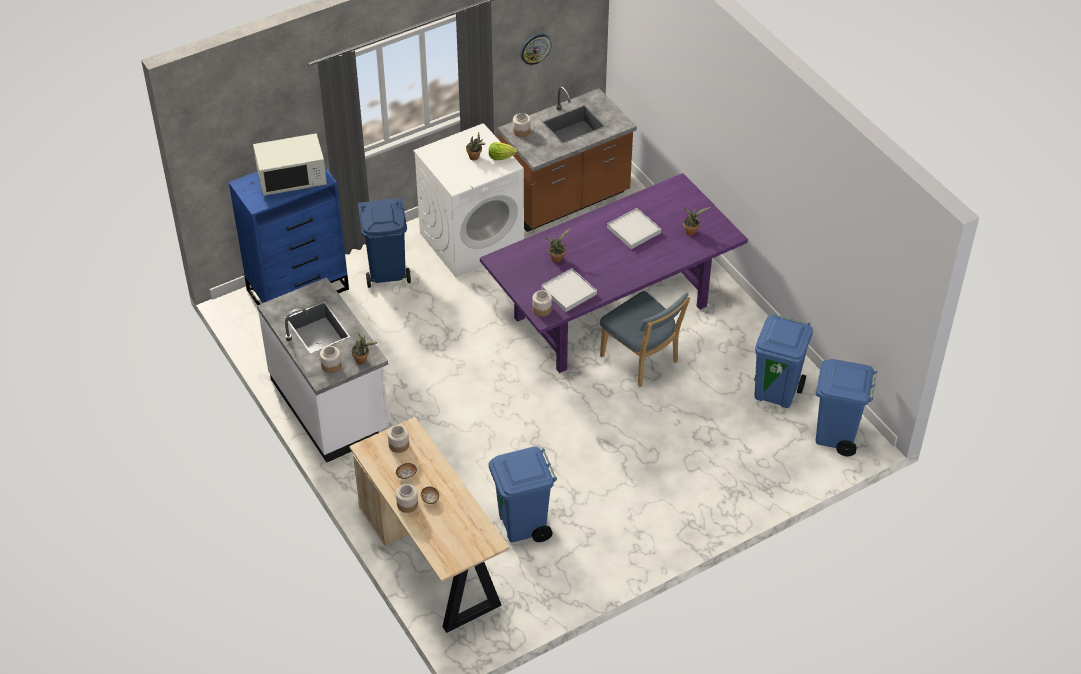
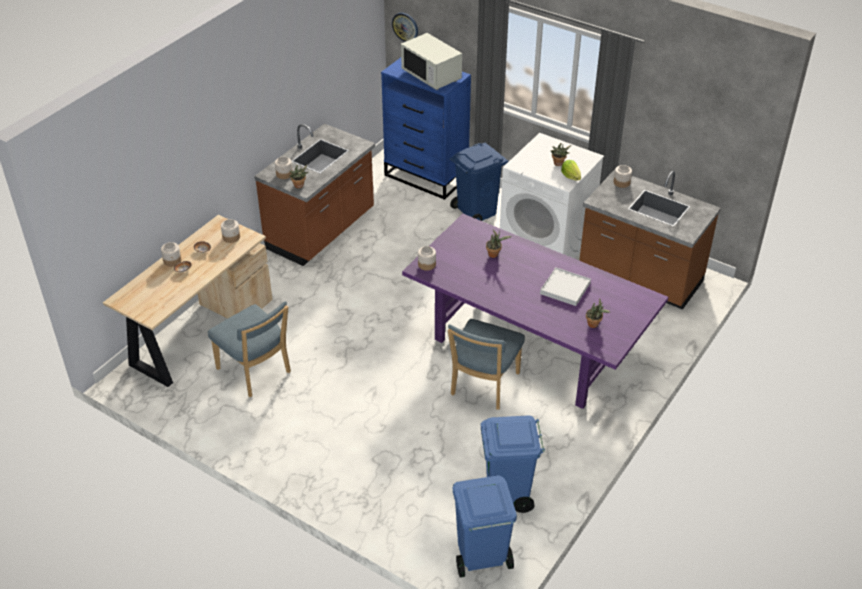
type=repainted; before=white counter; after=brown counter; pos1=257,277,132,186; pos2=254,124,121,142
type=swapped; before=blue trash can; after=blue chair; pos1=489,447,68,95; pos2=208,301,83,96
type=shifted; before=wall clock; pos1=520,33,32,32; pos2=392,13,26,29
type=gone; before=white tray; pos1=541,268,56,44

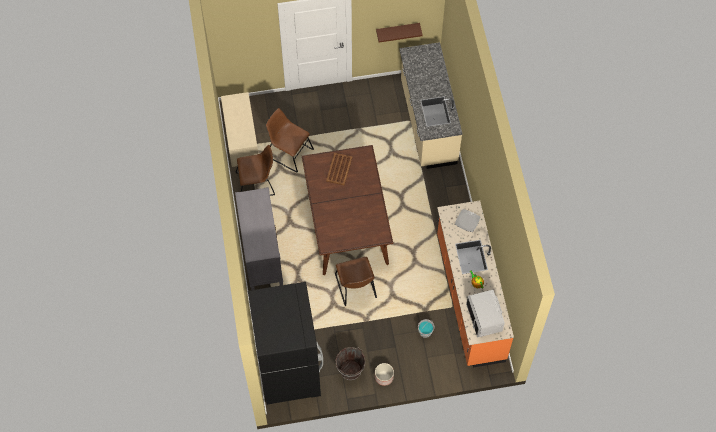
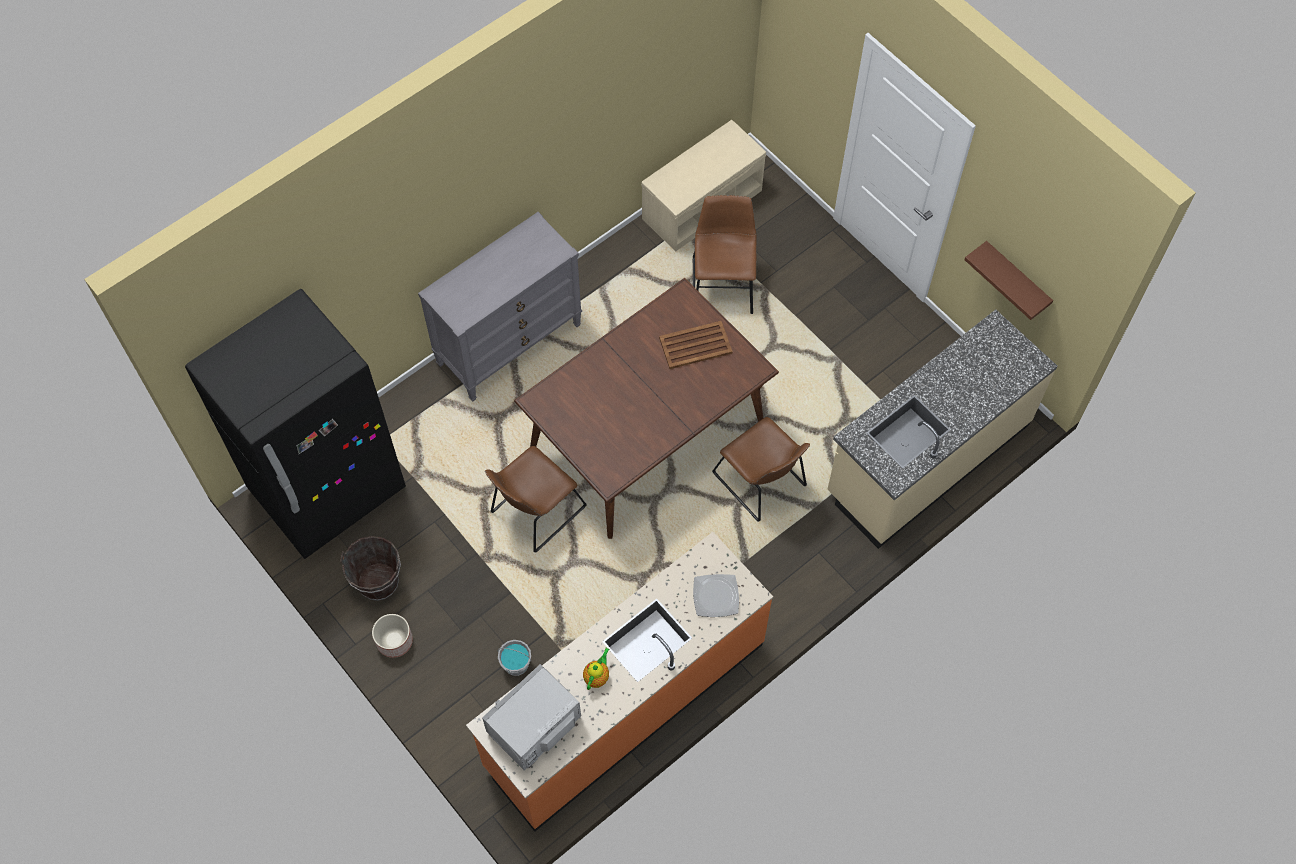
type=shifted; before=brown chair; pos1=235,145,40,51; pos2=712,417,98,105

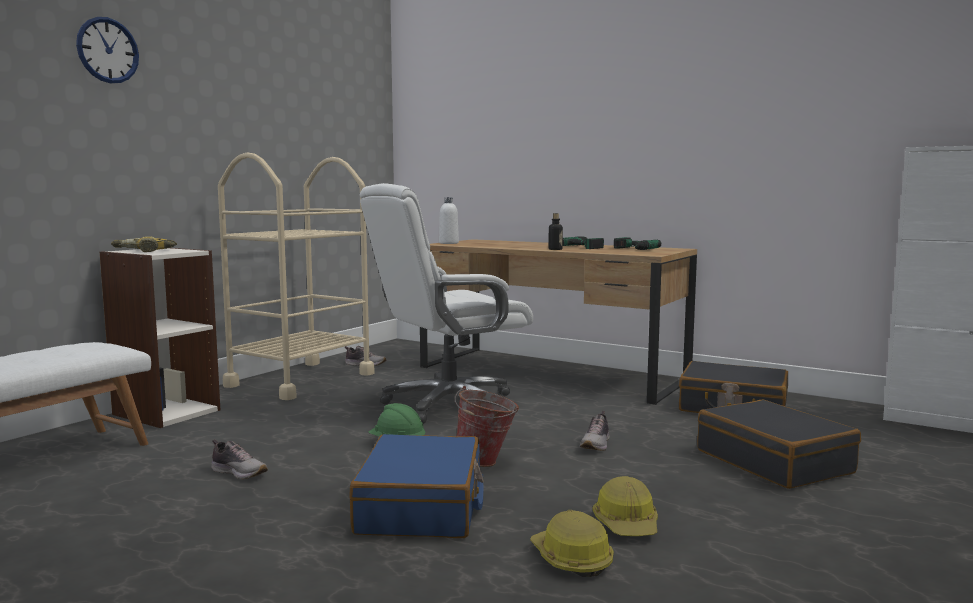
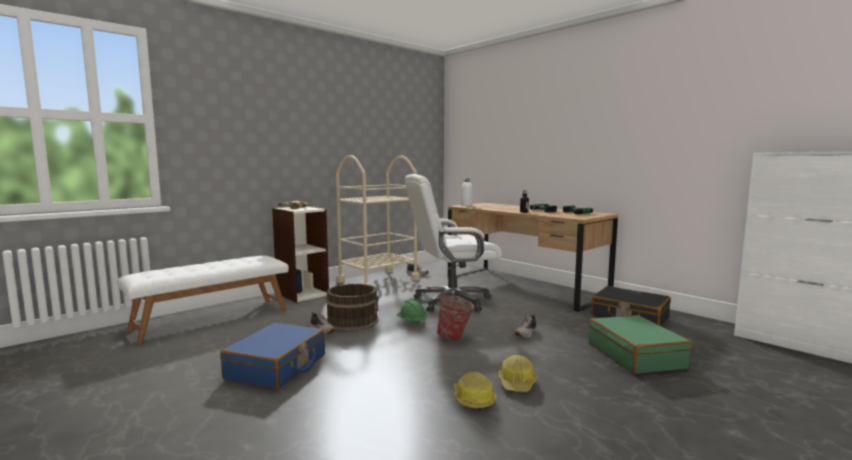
type=gone; before=wall clock; pos1=76,17,63,66
type=shifted; before=blue suitcase; pos1=350,434,134,104; pos2=220,323,105,67
type=repainted; before=black suitcase; after=green suitcase; pos1=697,400,164,89; pos2=589,315,103,59
type=new; after=brown bucket; pos2=326,284,53,47

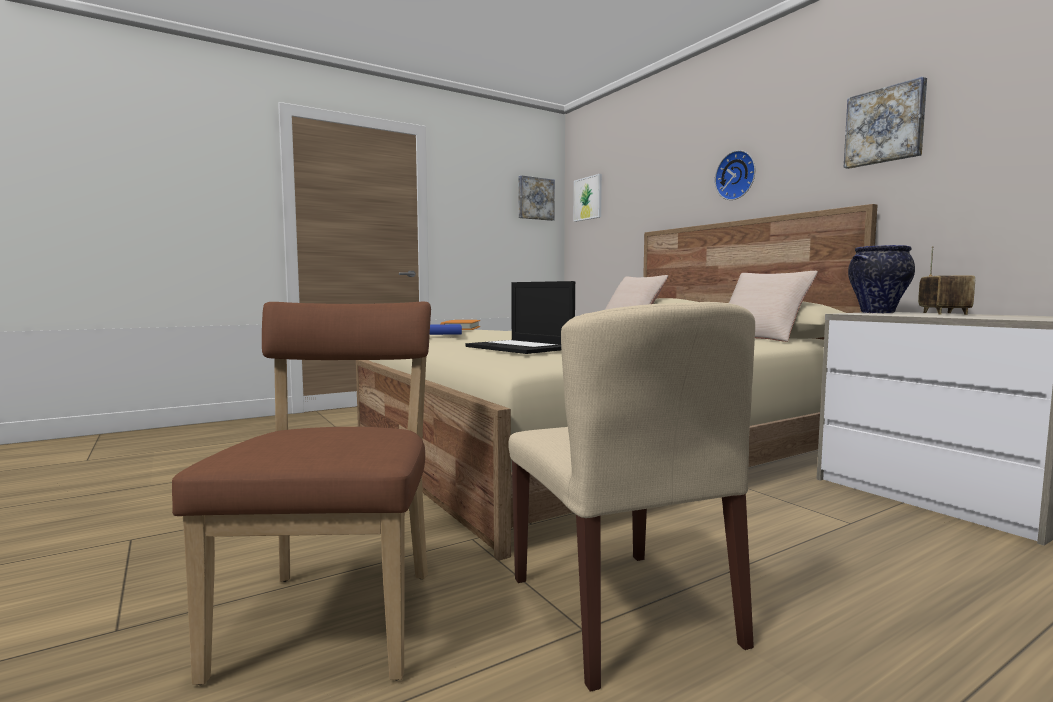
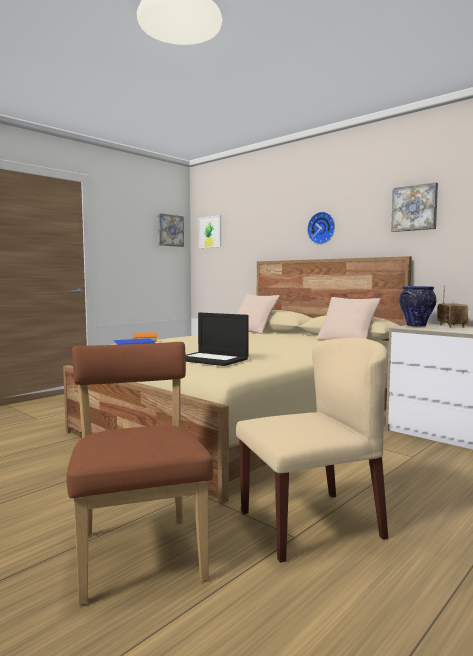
type=rotated; before=beige chair; pos1=508,302,247,390; pos2=236,338,152,225; turn=-75

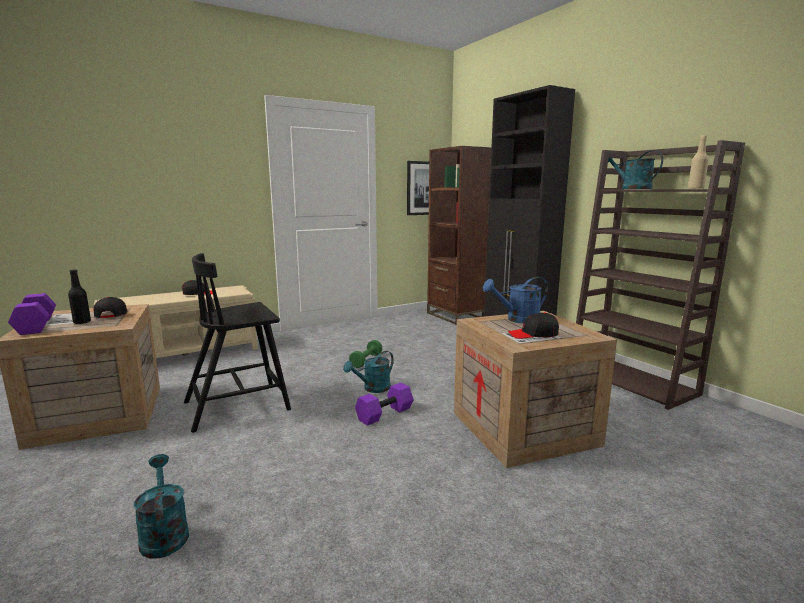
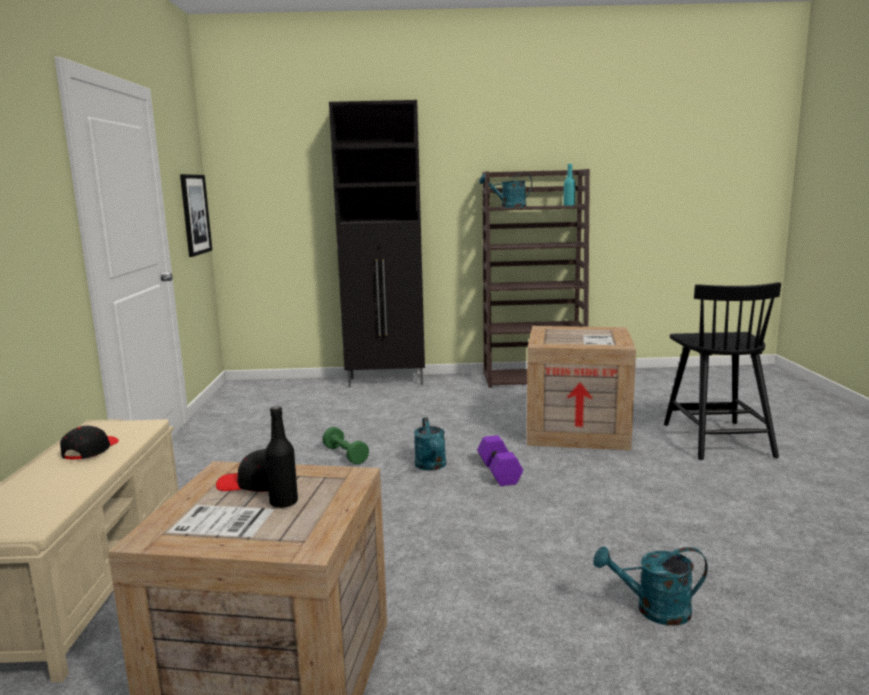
type=gone; before=purple dumbbell; pos1=8,293,48,42
type=shifted; before=black chair; pos1=184,253,107,180; pos2=664,282,117,178
type=gone; before=brown bookcase; pos1=427,146,64,179
type=gone; before=blue watering can; pos1=483,277,65,47
type=gone; before=black cap; pos1=508,312,51,27
type=repainted; before=beige bottle; after=turquoise bottle; pos1=688,135,21,54; pos2=563,164,12,42

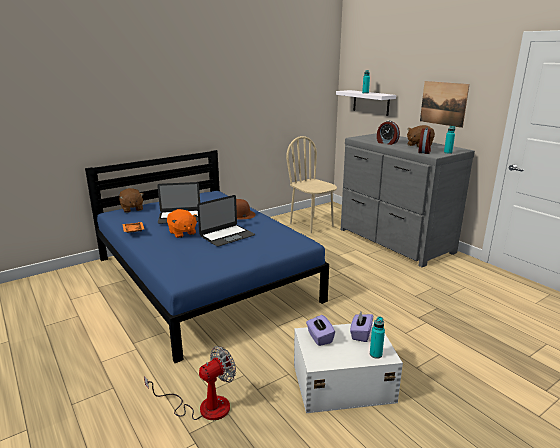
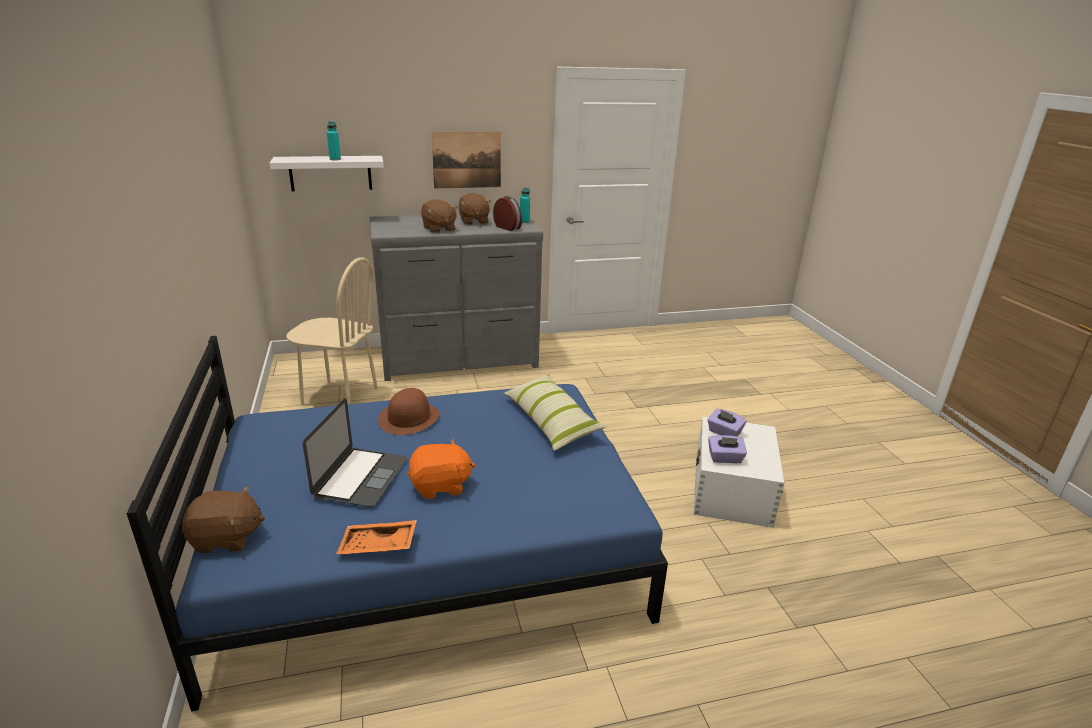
type=gone; before=fan; pos1=144,346,92,74
type=gone; before=laptop; pos1=197,195,58,52
type=rotated; before=beige chair; pos1=286,136,51,97; pos2=286,257,92,148; turn=-150
type=gone; before=turquoise bottle; pos1=370,317,15,42
type=swapped; before=alarm clock; after=brown plush toy; pos1=377,121,23,24; pos2=421,199,37,34
type=new; after=pillow; pos2=503,375,103,76

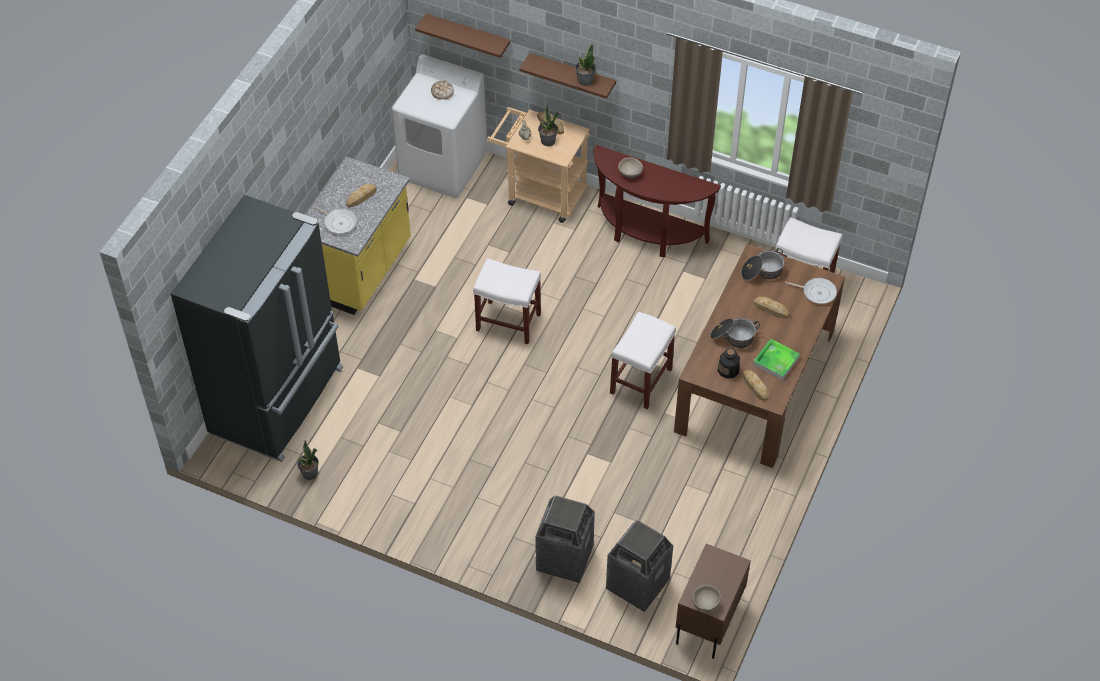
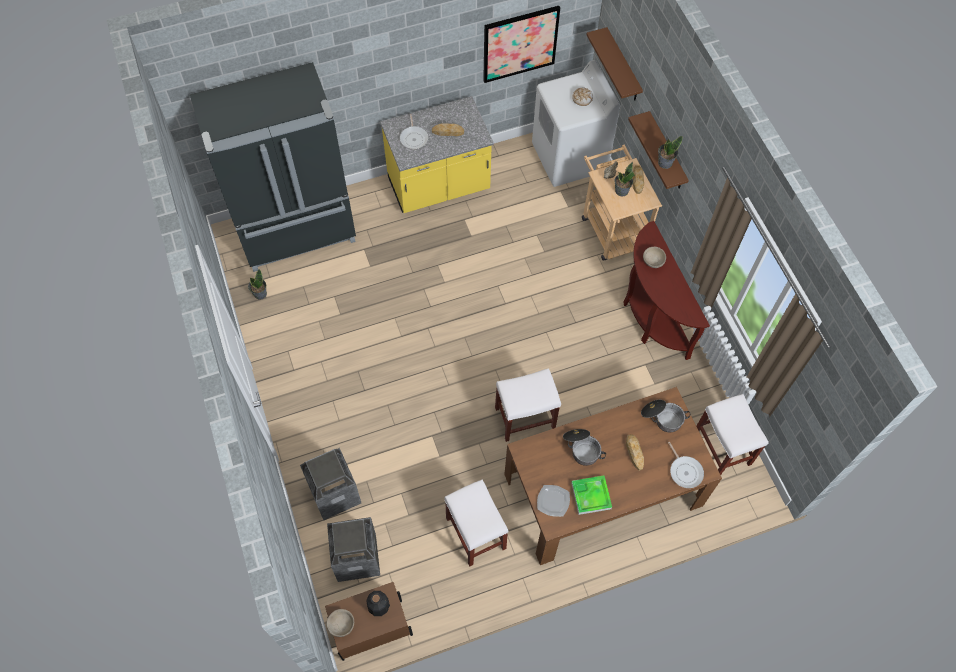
type=shifted; before=white stool; pos1=473,258,68,86; pos2=444,480,65,87
type=shifted; before=bottle; pos1=718,349,22,30; pos2=366,591,24,25
type=swapped; before=bread; after=plate; pos1=743,370,25,31; pos2=537,485,33,32
type=new; after=picture; pos2=483,6,77,77

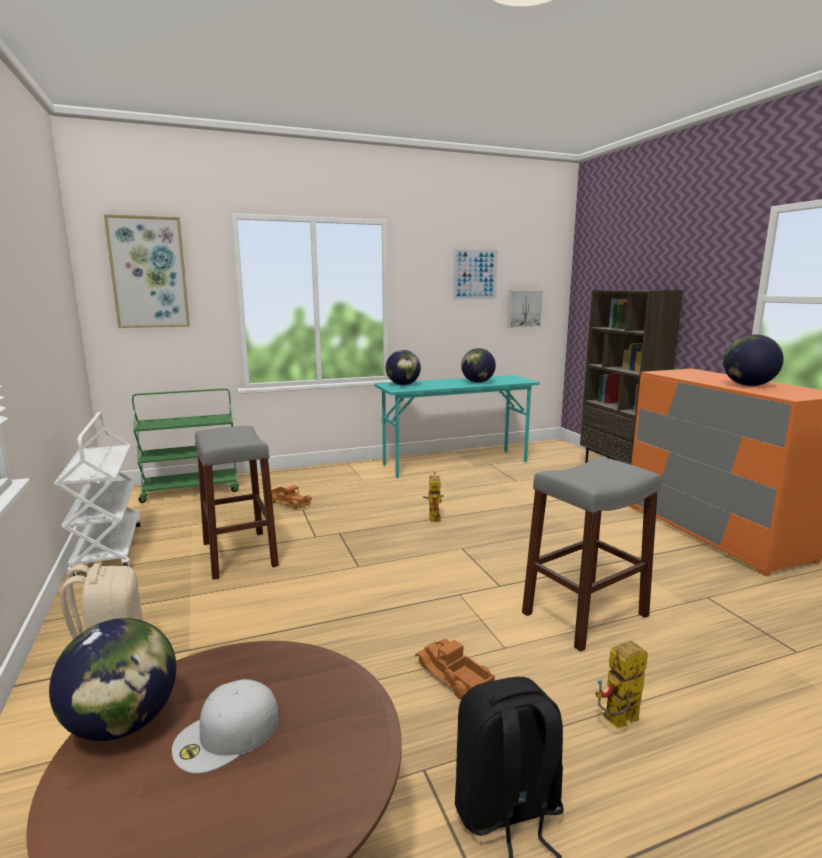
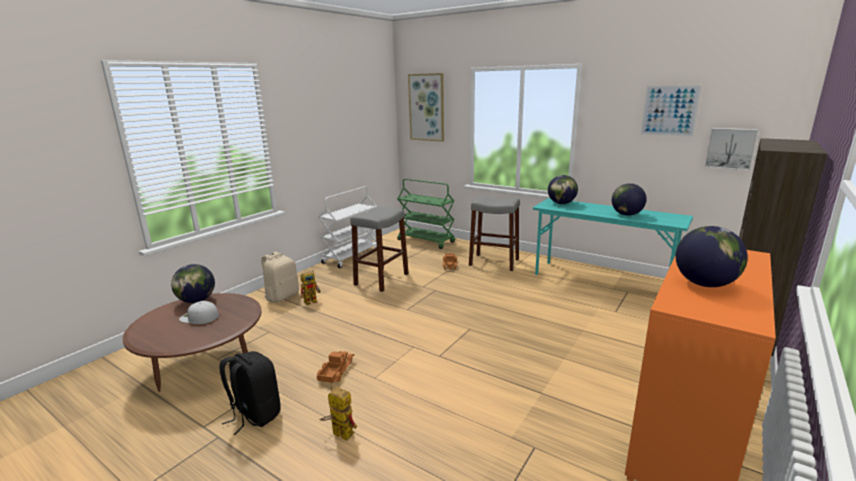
type=shifted; before=toy robot; pos1=422,472,21,50; pos2=300,270,21,35
type=shifted; before=grey stool; pos1=522,457,139,195; pos2=469,196,51,75

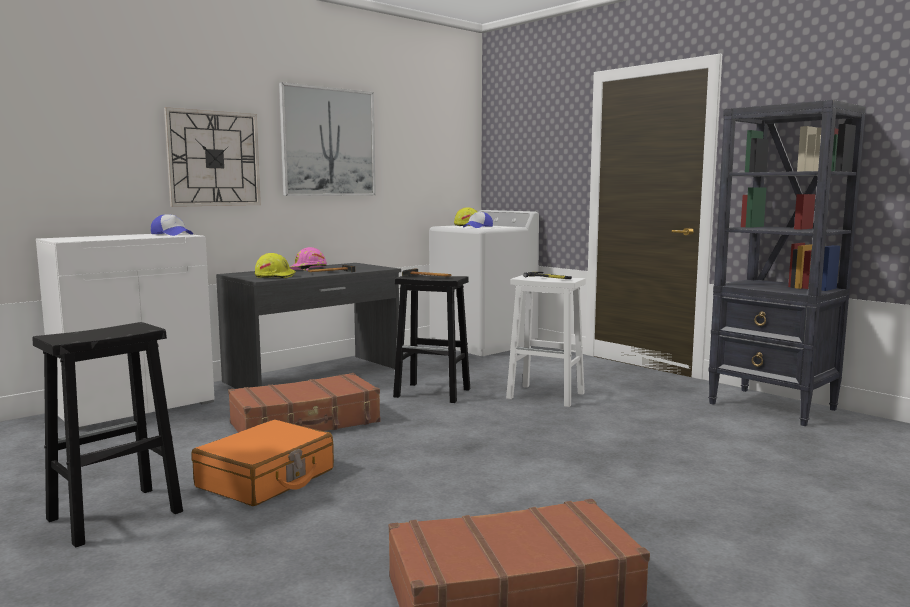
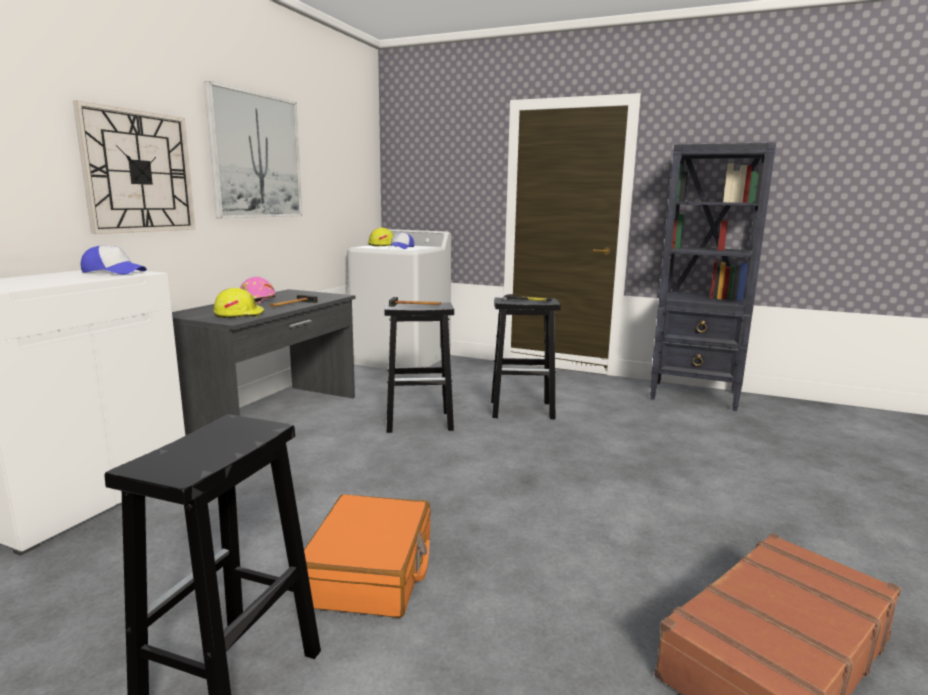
type=gone; before=brown suitcase; pos1=228,373,152,60
type=repainted; before=white stool; after=black stool; pos1=506,275,80,132; pos2=491,298,70,121

